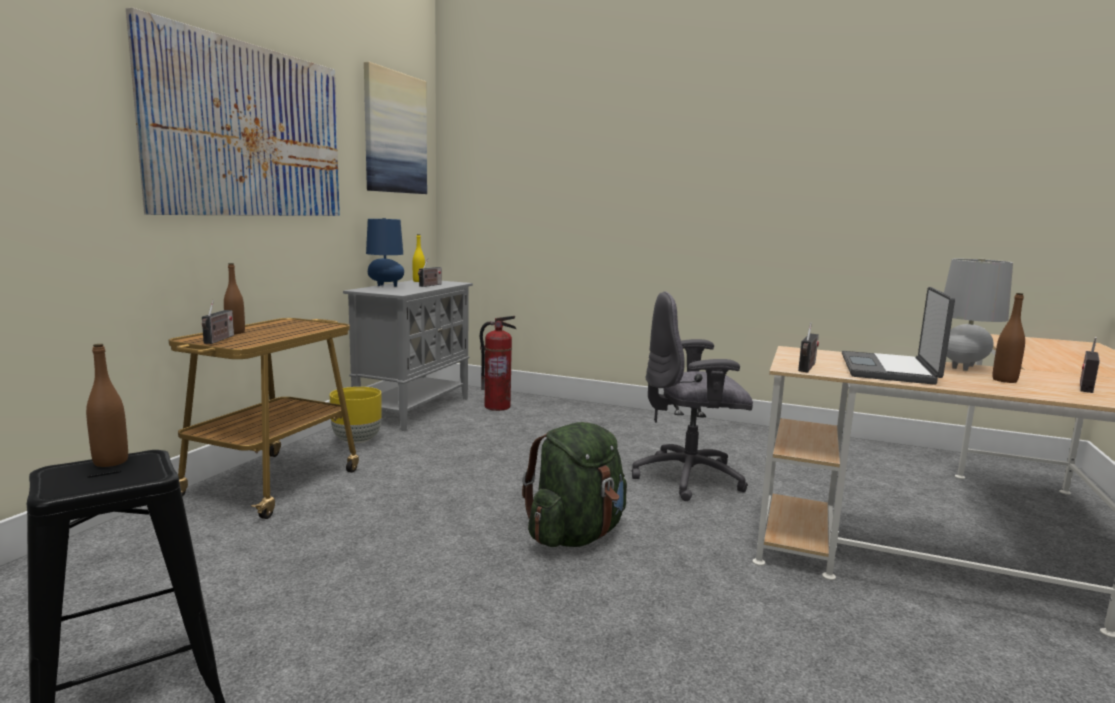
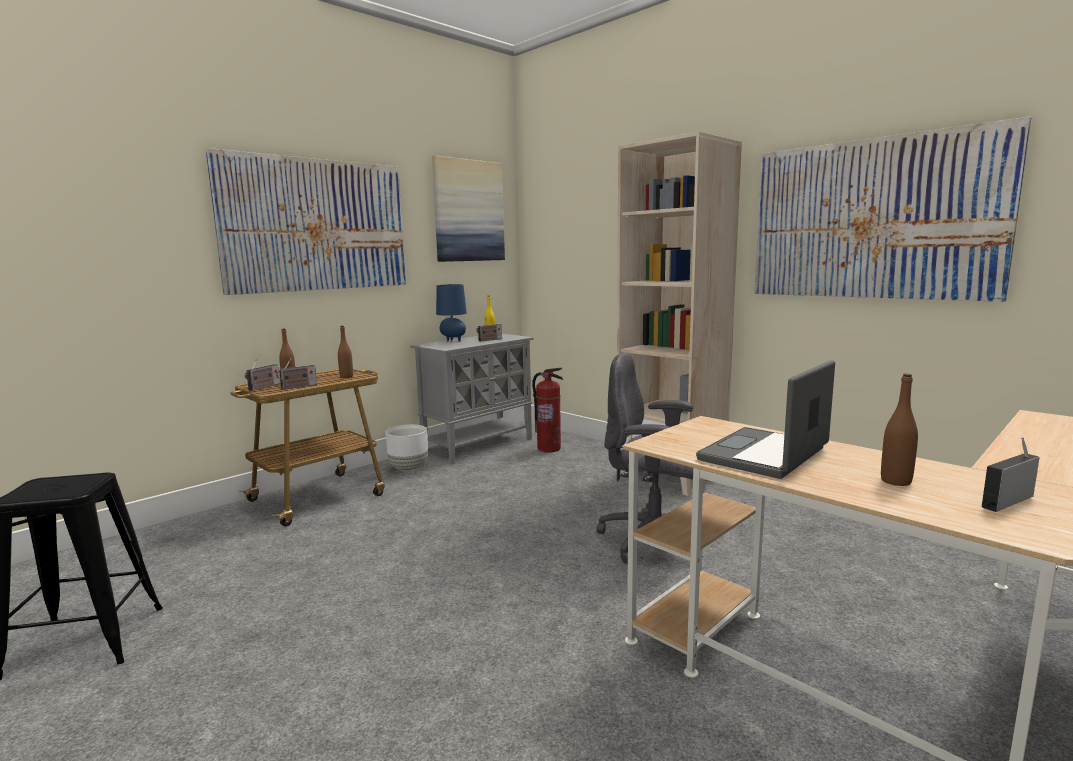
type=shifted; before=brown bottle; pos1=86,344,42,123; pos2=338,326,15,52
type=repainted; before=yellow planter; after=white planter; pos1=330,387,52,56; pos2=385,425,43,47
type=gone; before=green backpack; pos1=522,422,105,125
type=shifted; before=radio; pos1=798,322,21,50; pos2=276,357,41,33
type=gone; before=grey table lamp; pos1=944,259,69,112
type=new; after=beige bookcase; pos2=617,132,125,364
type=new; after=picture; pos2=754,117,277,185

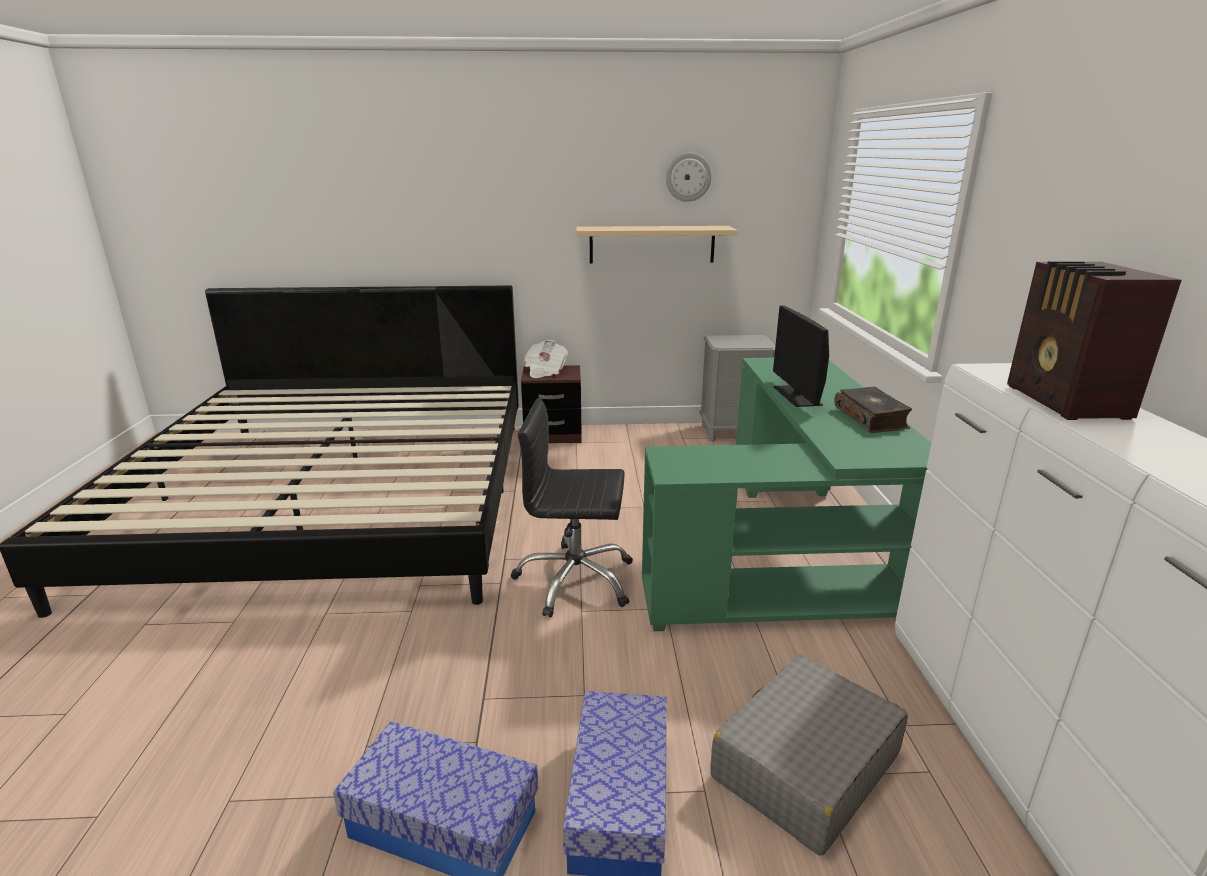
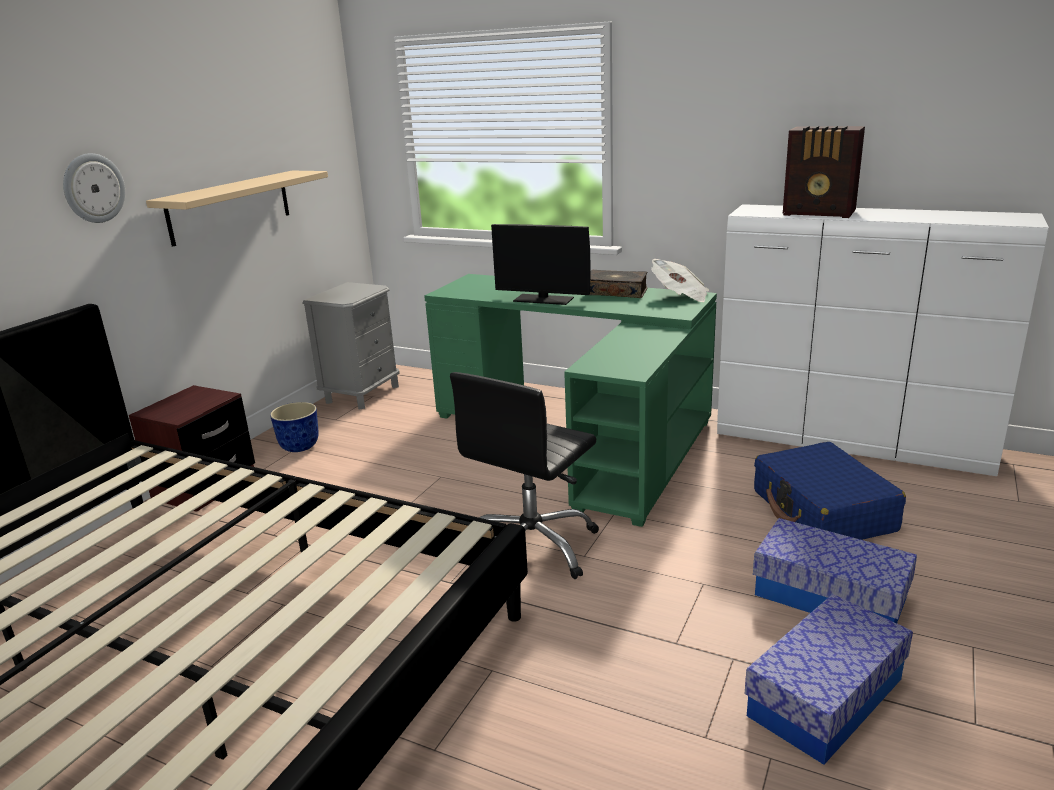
type=shifted; before=newspaper; pos1=524,340,44,38; pos2=651,259,58,43
type=shifted; before=wall clock; pos1=666,153,46,49; pos2=63,153,62,70
type=repainted; before=grey suitcase; after=blue suitcase; pos1=710,655,198,201; pos2=754,442,152,98
type=new; after=planter; pos2=270,402,49,50

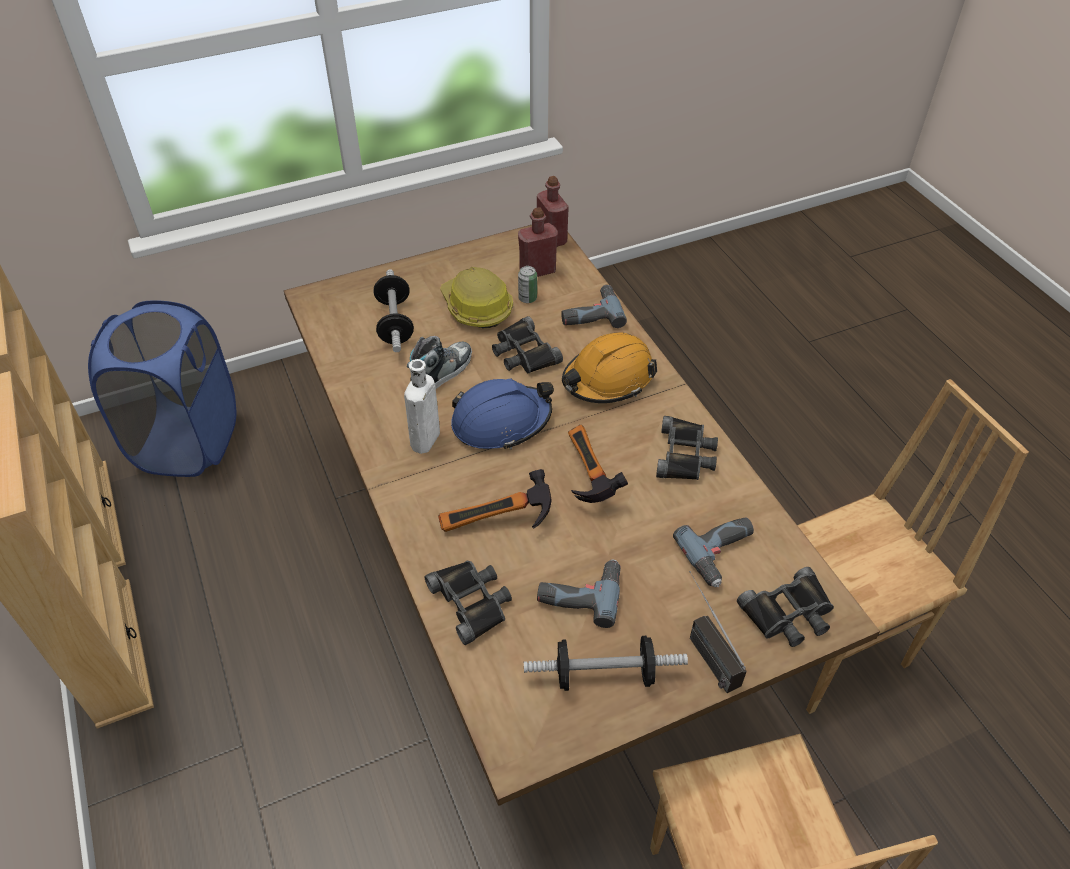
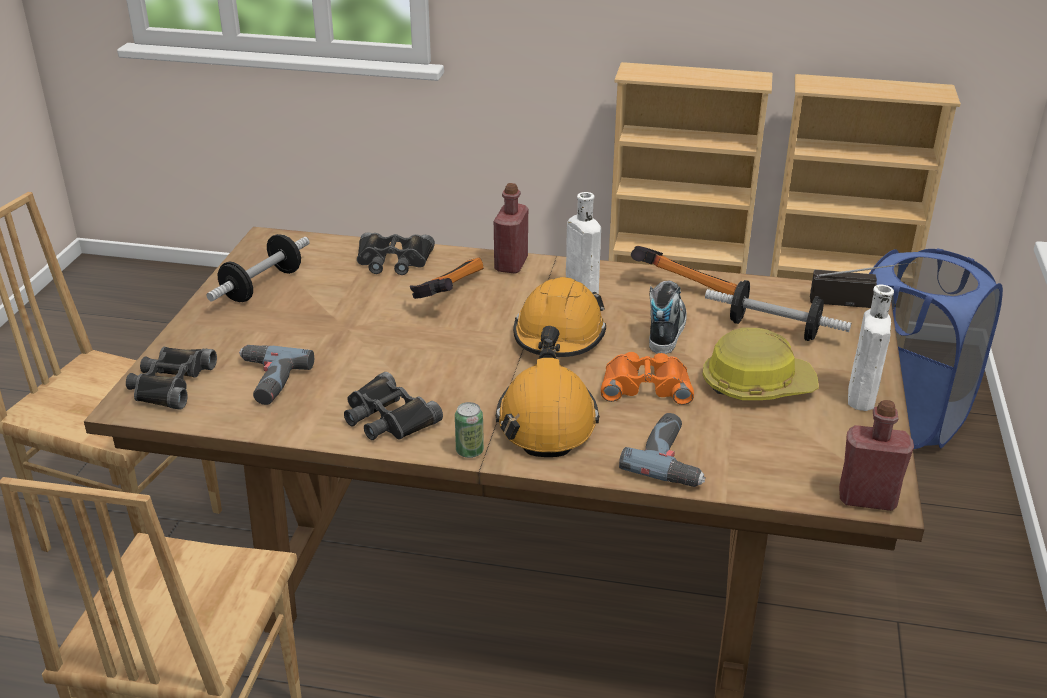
type=rotated; before=shoe; pos1=407,336,65,53; pos2=649,281,38,73; turn=-150
type=repainted; before=blue hard hat; after=orange hard hat; pos1=451,378,103,71; pos2=513,277,93,80
type=repainted; before=black binoculars; after=orange binoculars; pos1=492,316,71,57; pos2=601,352,93,53
type=shifted; before=red bottle; pos1=518,207,40,70; pos2=494,183,34,91
type=shifted; before=can; pos1=518,266,19,37; pos2=455,402,29,56
type=gone; before=power drill; pos1=537,559,84,69
type=shifted; before=hammer; pos1=568,425,60,78; pos2=631,246,106,49
type=shifted; before=radio; pos1=689,571,58,122; pos2=810,262,106,46
type=new; after=white bottle; pos2=848,285,46,126

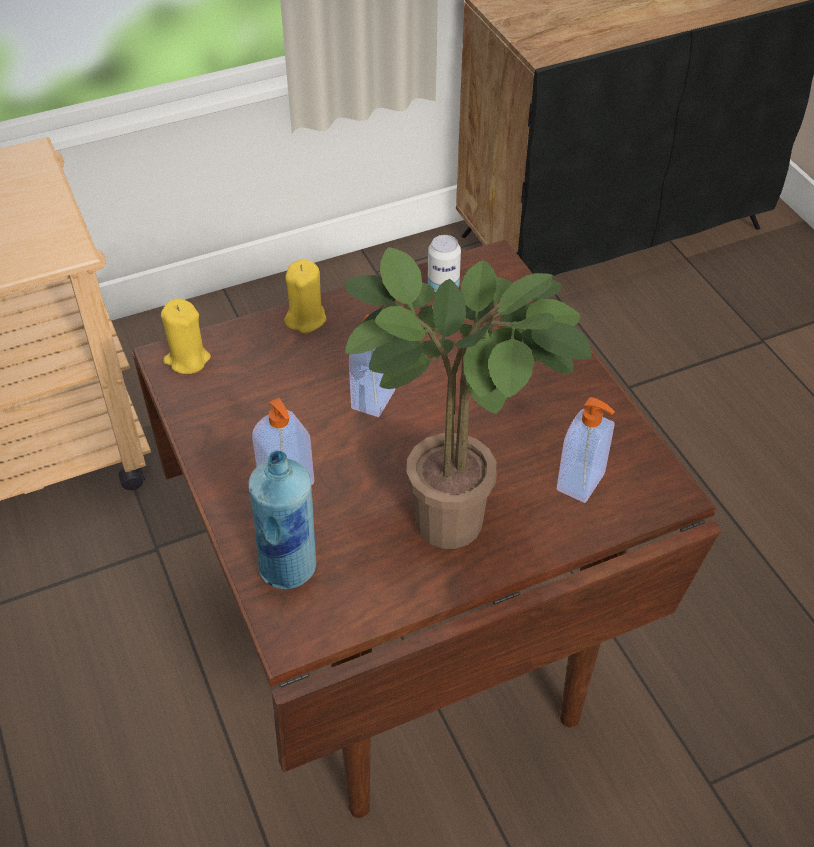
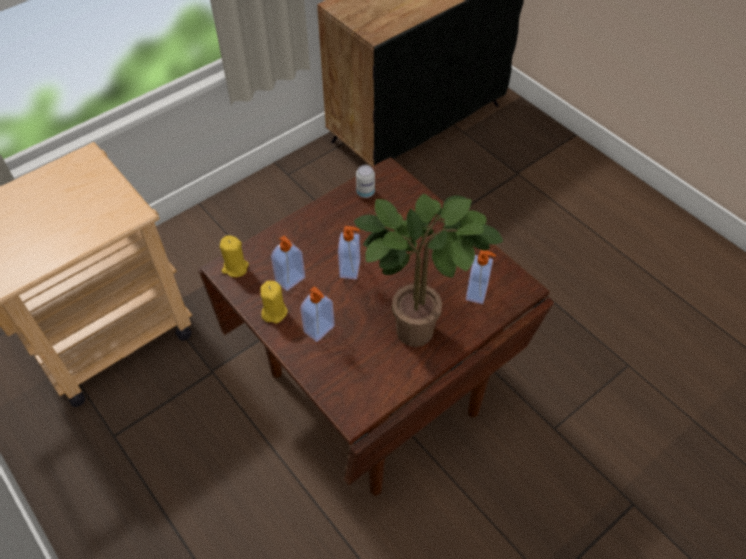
type=gone; before=blue bottle; pos1=248,451,68,138
type=shifted; before=yellow candle; pos1=284,259,42,74; pos2=260,281,28,42
type=new; after=soap dispenser; pos2=271,236,34,55

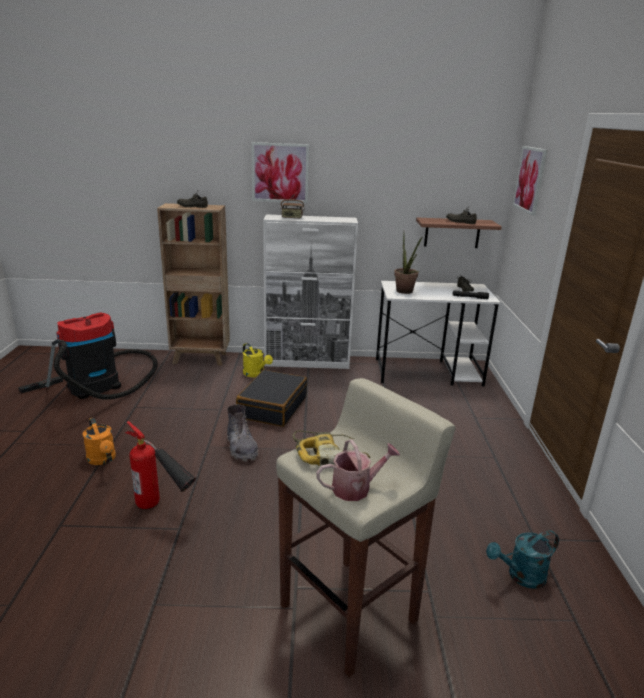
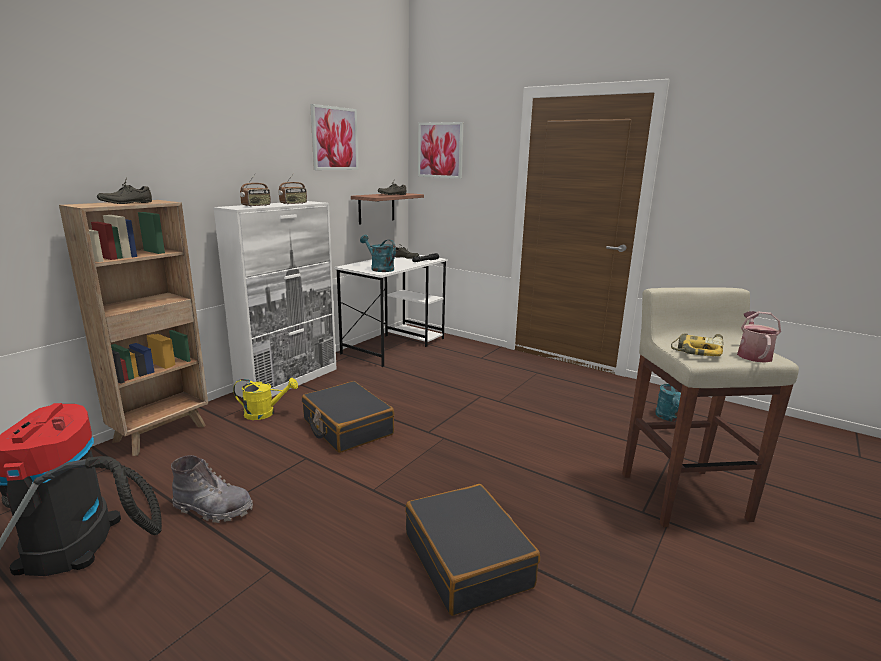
type=gone; before=orange watering can; pos1=82,417,34,48
type=swapped; before=fire extinguisher; after=black suitcase; pos1=125,421,71,88; pos2=405,484,135,132
type=shifted; before=grey boot; pos1=227,404,31,57; pos2=171,455,82,68
type=shifted; before=picture; pos1=251,142,58,61; pos2=310,104,48,66
type=swapped; before=potted plant; after=turquoise watering can; pos1=394,233,28,61; pos2=360,235,36,37
type=new; after=radio; pos2=278,173,29,32

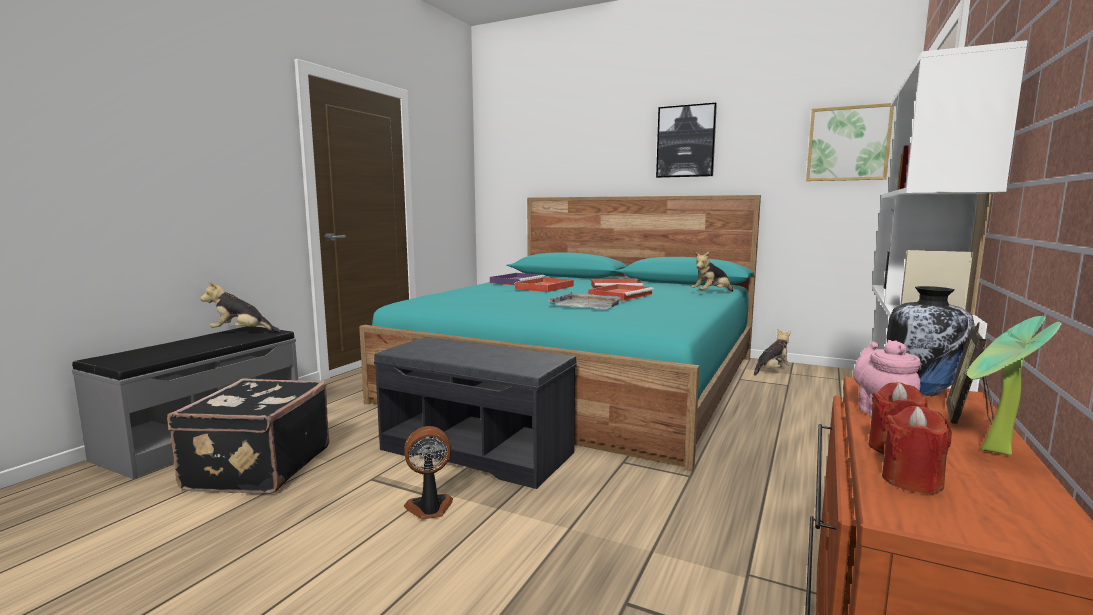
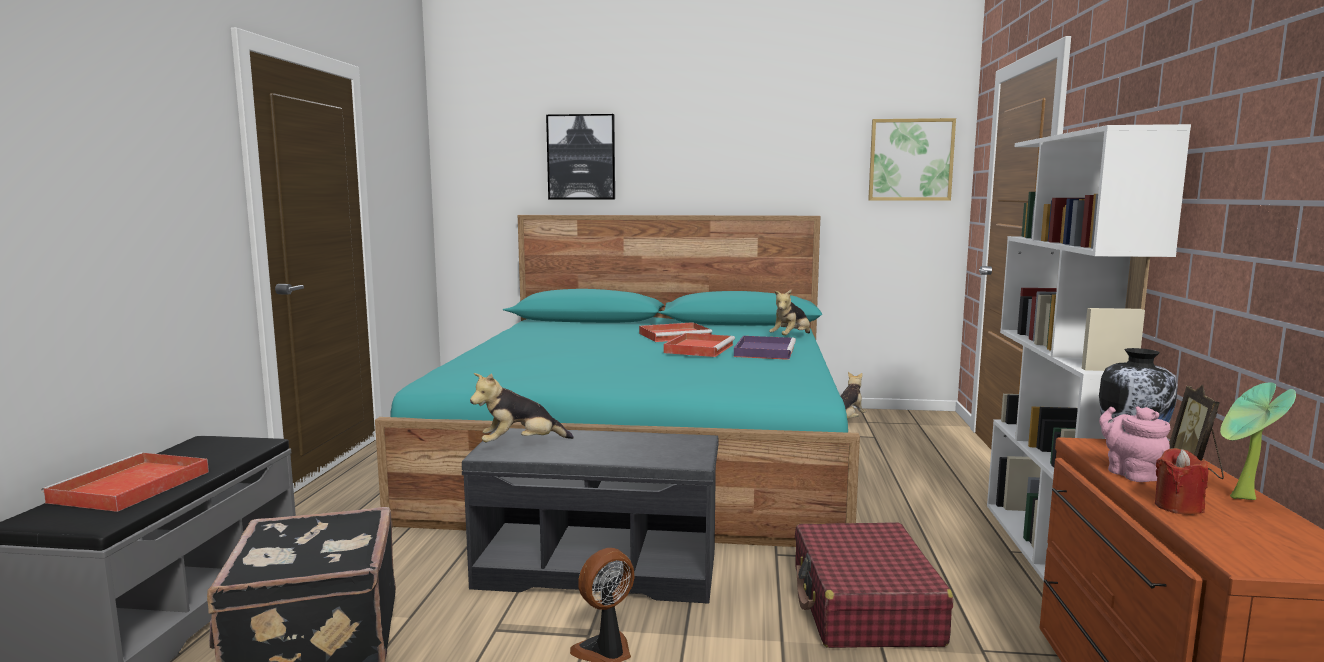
type=shifted; before=plush toy; pos1=200,281,80,52; pos2=470,373,104,69
type=shifted; before=purple tray; pos1=490,273,55,12; pos2=734,336,62,24
type=shifted; before=red tray; pos1=514,277,60,15; pos2=41,452,168,60
type=gone; before=grey tray; pos1=547,292,75,17
type=shifted; before=picture; pos1=656,103,61,75; pos2=546,114,69,85
type=gone; before=red candle; pos1=882,406,70,88
type=new; after=red suitcase; pos2=795,522,158,126

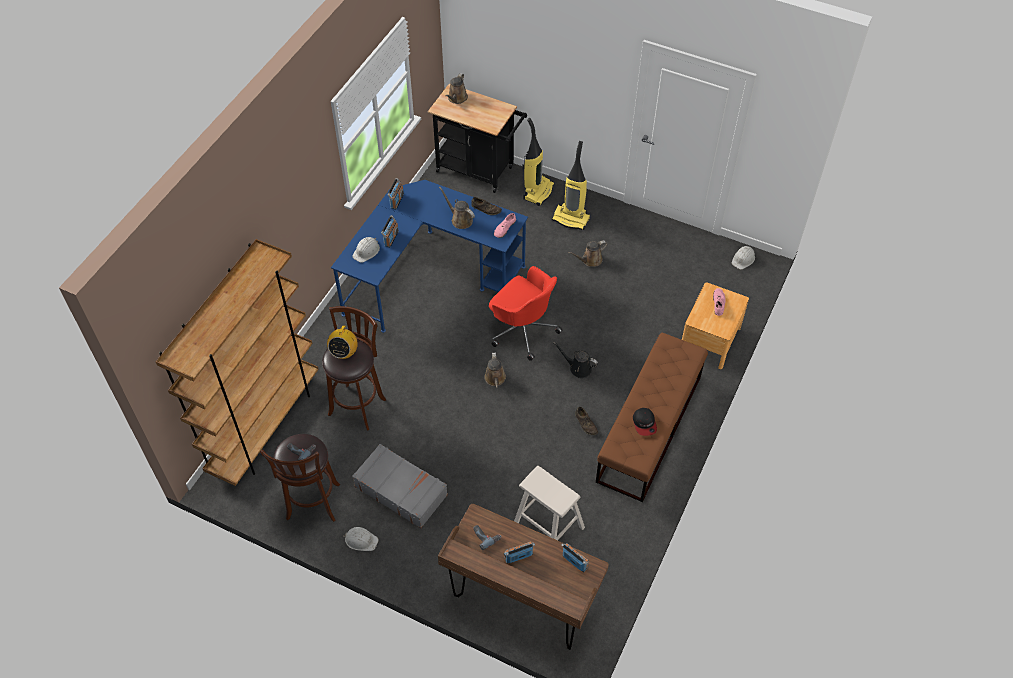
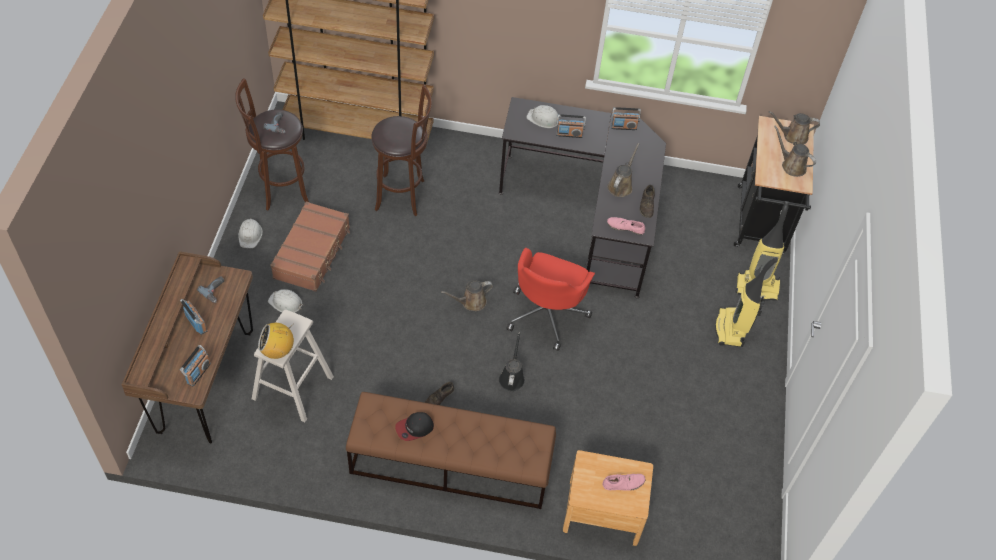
type=shifted; before=radio; pos1=327,325,31,34; pos2=258,323,36,36
type=repainted; before=blue desk; after=black desk; pos1=331,180,197,153; pos2=498,97,168,201
type=repainted; before=grey suitcase; after=brown suitcase; pos1=352,444,96,84; pos2=270,201,80,91
type=shifted; before=brown watering can; pos1=568,240,39,27; pos2=774,125,42,52
type=shifted; before=white hard hat; pos1=732,246,23,24; pos2=268,289,35,24

